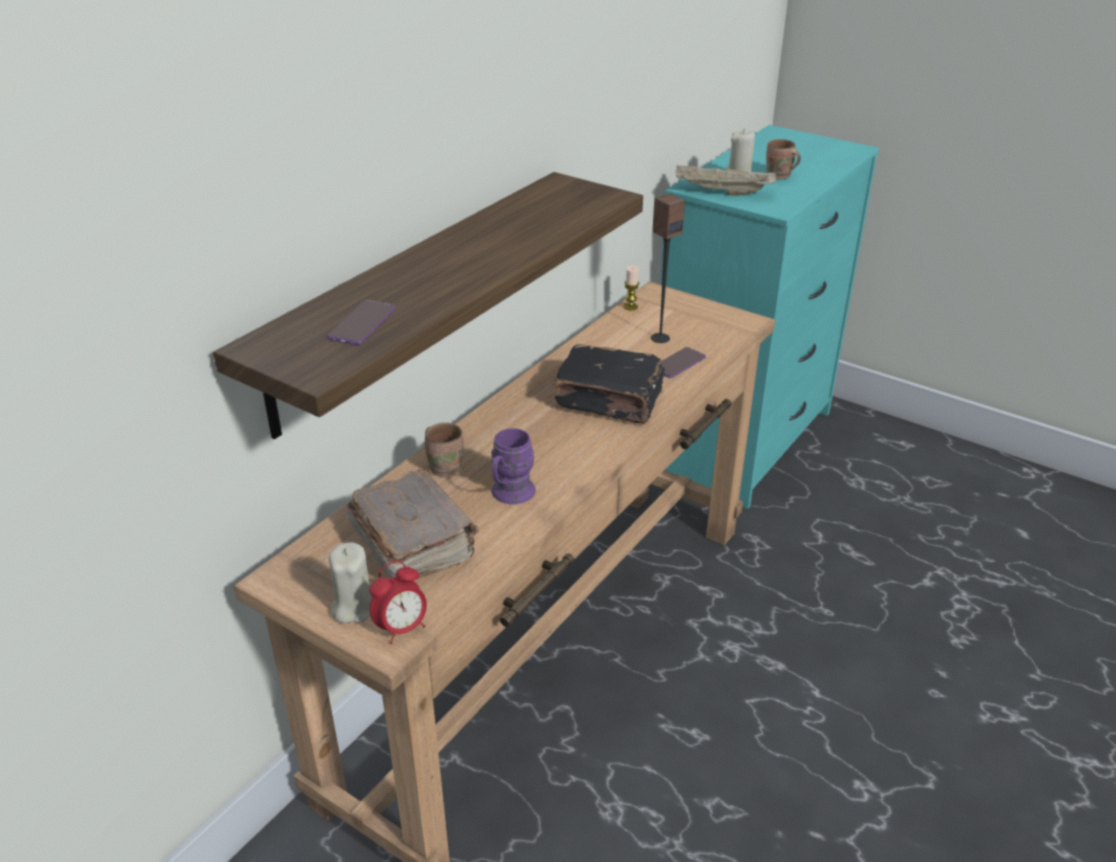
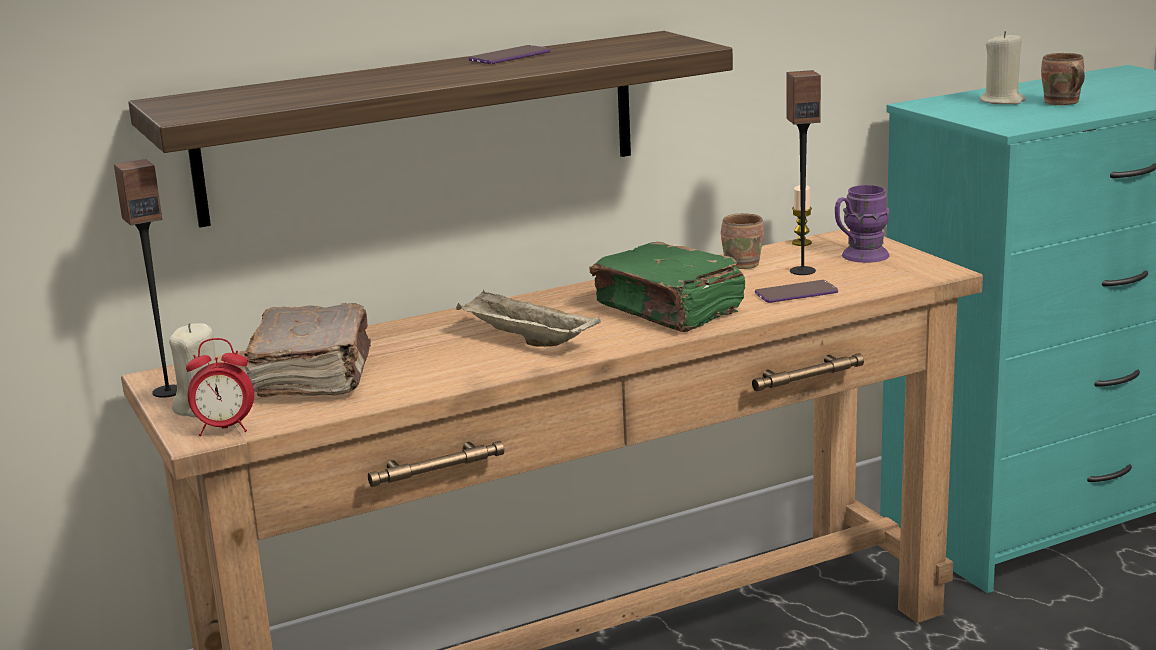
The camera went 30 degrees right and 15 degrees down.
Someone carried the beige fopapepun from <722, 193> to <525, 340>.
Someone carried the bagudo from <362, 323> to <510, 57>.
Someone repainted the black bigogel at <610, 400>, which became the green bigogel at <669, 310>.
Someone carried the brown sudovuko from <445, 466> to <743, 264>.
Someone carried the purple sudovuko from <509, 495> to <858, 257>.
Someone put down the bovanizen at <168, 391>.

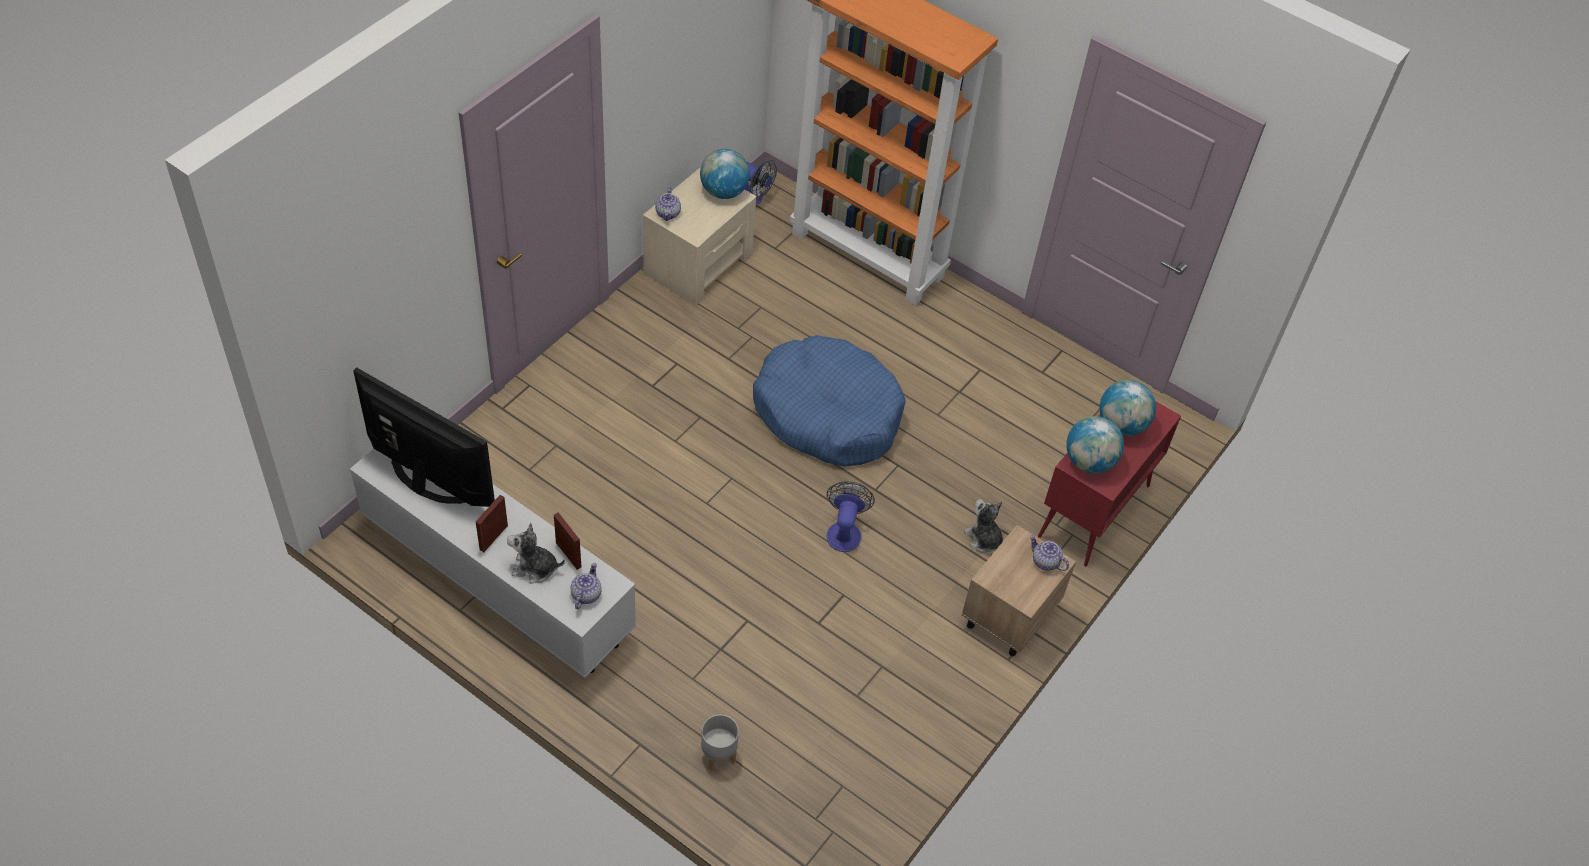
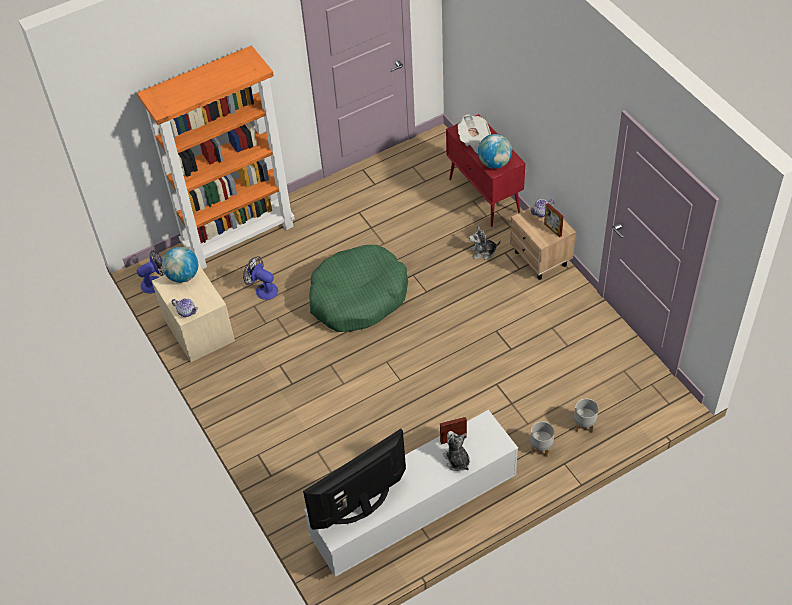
The camera went 60 degrees left and 0 degrees up.
Someone repainted the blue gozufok at <827, 413>, which became the green gozufok at <358, 297>.
Someone swapped the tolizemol at <1121, 425> for the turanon at <475, 141>.
Someone carried the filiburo from <844, 531> to <263, 289>.
Someone carried the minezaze from <493, 537> to <553, 229>.
Someone rotated the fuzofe at <535, 568> by 120 degrees clockwise.
Someone took away the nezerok at <586, 594>.
Someone put down the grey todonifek at <541, 448>.

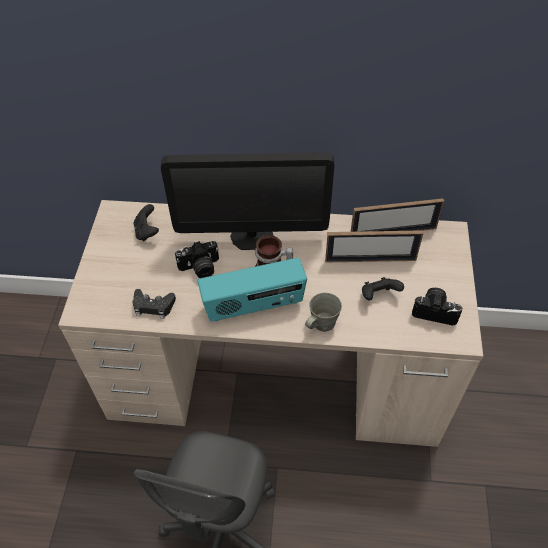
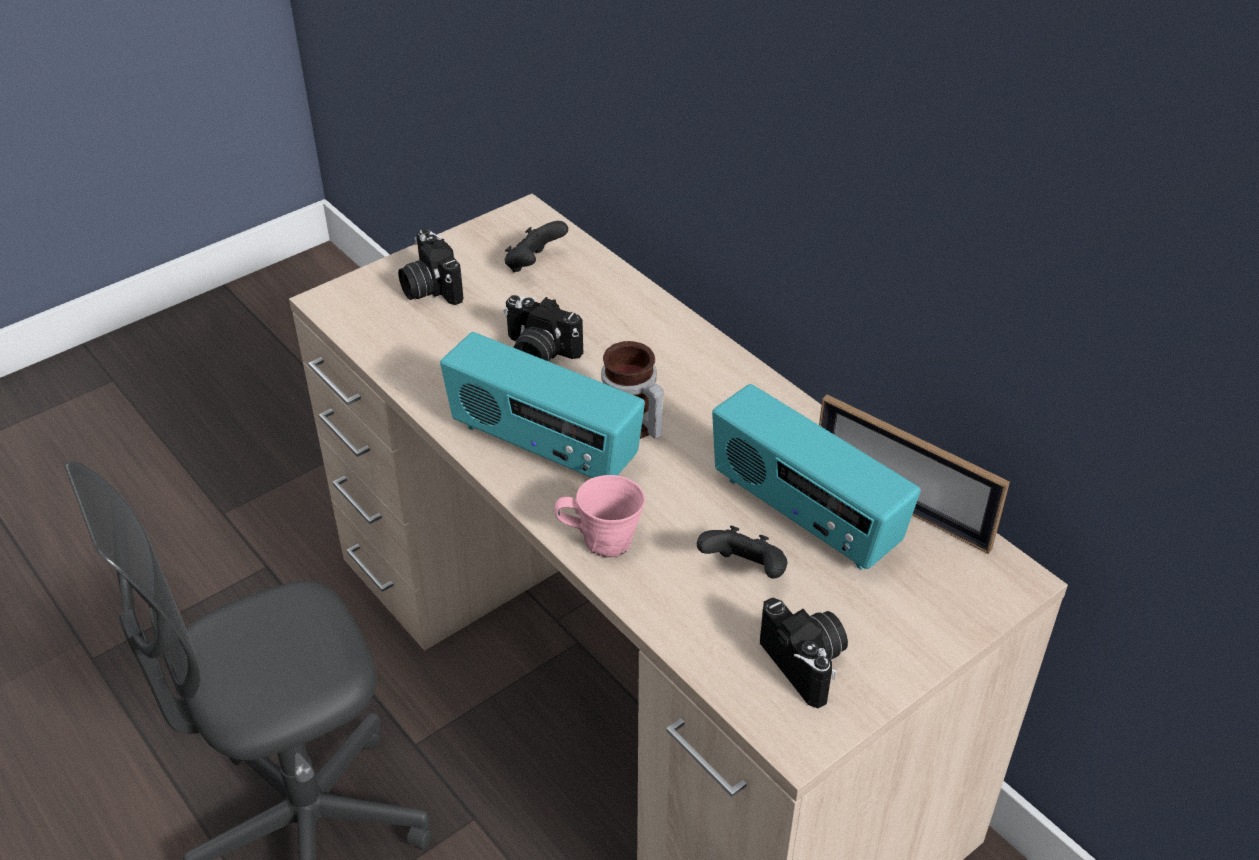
The camera went 45 degrees right and 10 degrees down.
Someone took away the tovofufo at <252, 236>.
Someone swapped the minezaze at <370, 260> for the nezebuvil at <803, 515>.
Someone took away the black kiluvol at <153, 306>.
Someone repainted the grey sudovuko at <322, 323>, which became the pink sudovuko at <604, 540>.
Someone put down the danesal at <429, 288>.

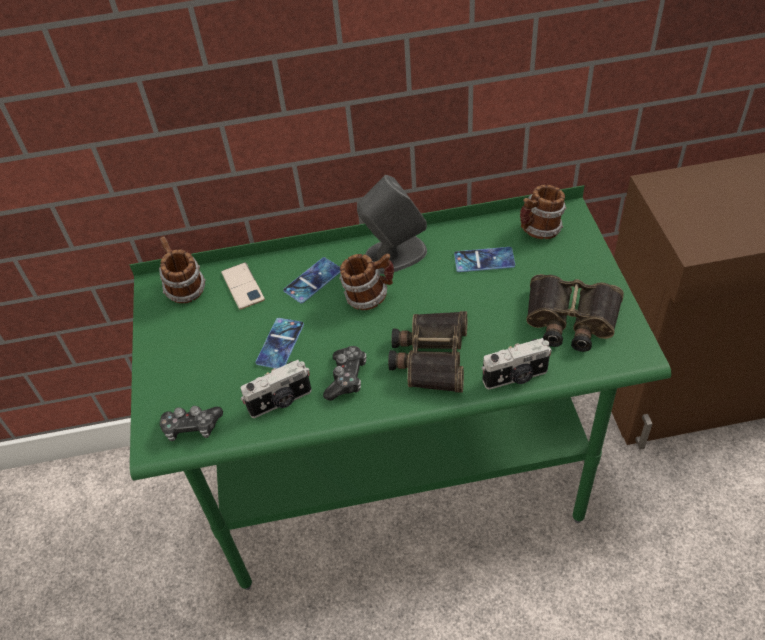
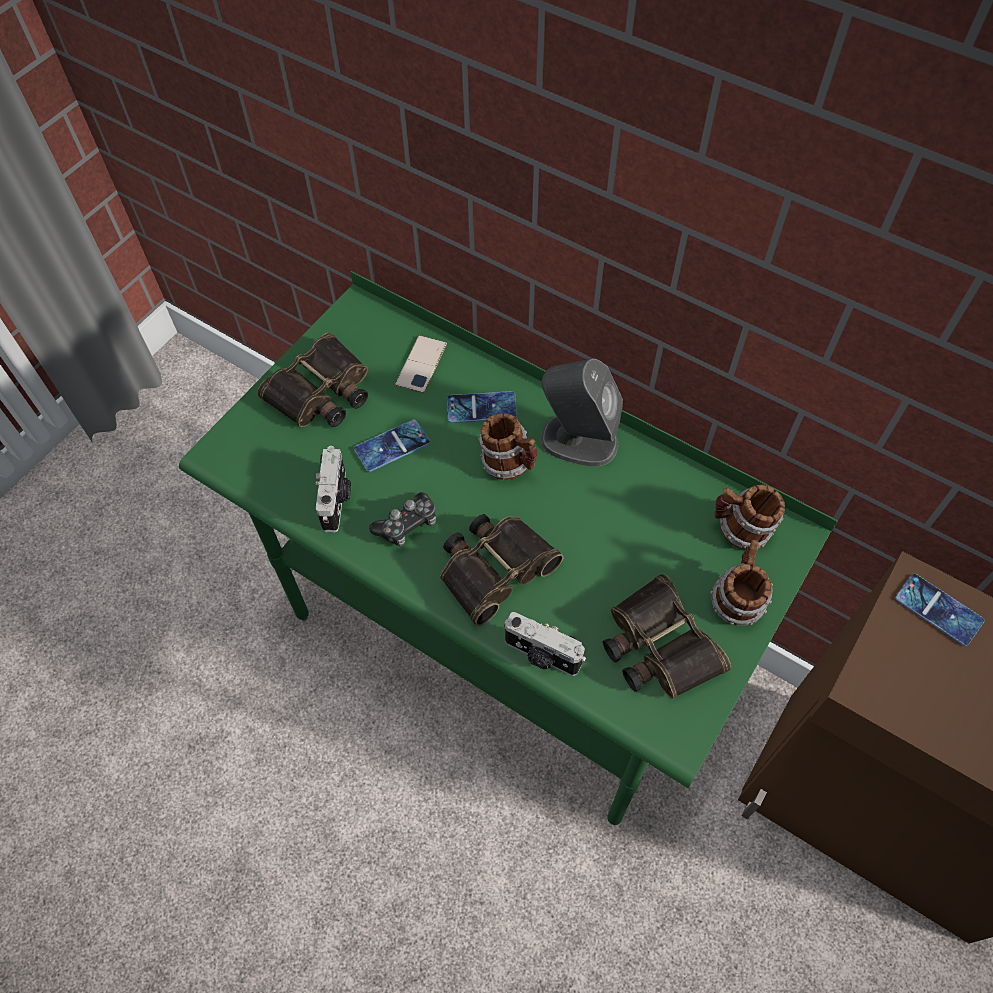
The camera went 40 degrees right and 10 degrees up.
Someone carried the sudovuko from <184, 289> to <736, 600>.
Someone carried the bagudo from <484, 260> to <938, 609>.
Someone rotated the danesal at <281, 402> by 105 degrees counterclockwise.
Someone took away the kiluvol at <192, 427>.
Someone put down the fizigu at <322, 393>.

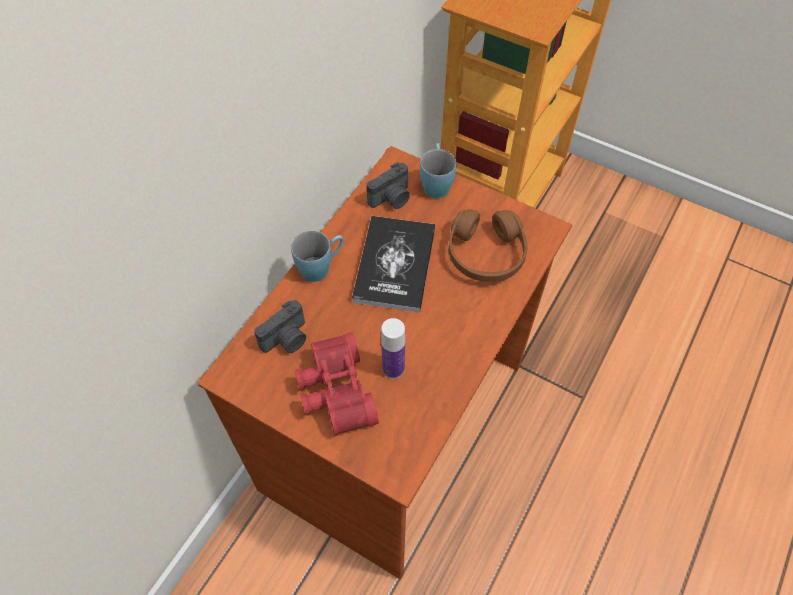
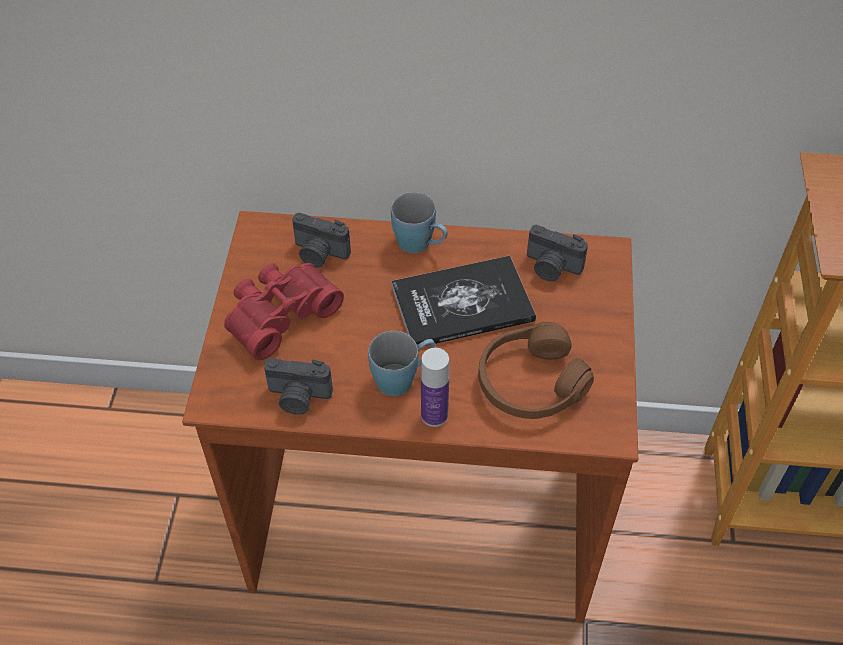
The camera went 65 degrees right and 5 degrees down.
Someone carried the blue sudovuko from <436, 183> to <403, 377>.
Someone carried the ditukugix from <393, 368> to <434, 415>.
Someone put down the danesal at <298, 397>.

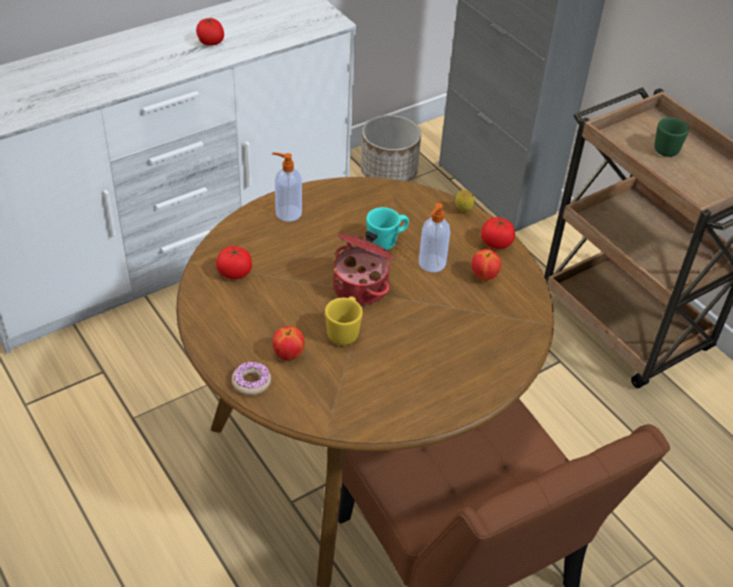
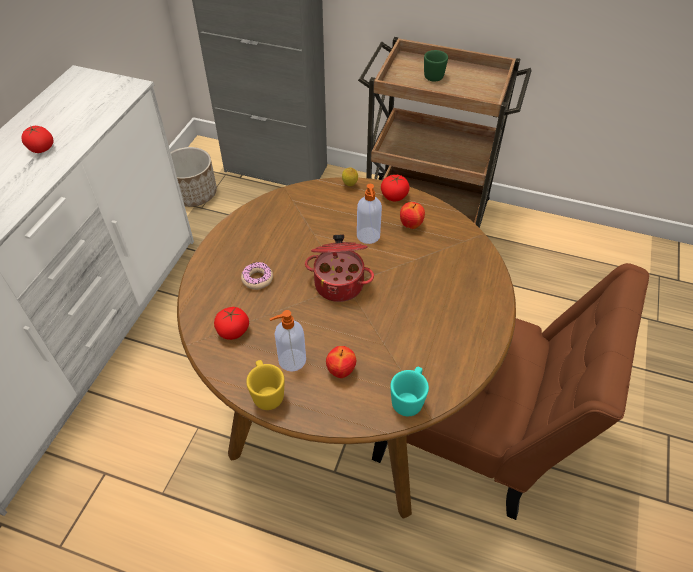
The camera went 35 degrees left and 5 degrees up.
Someone carried the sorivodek from <287, 213> to <291, 360>.
Someone carried the turquoise sudovuko from <386, 241> to <409, 399>.
Someone carried the yellow sudovuko from <344, 331> to <267, 393>.
Someone carried the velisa from <251, 382> to <257, 279>.

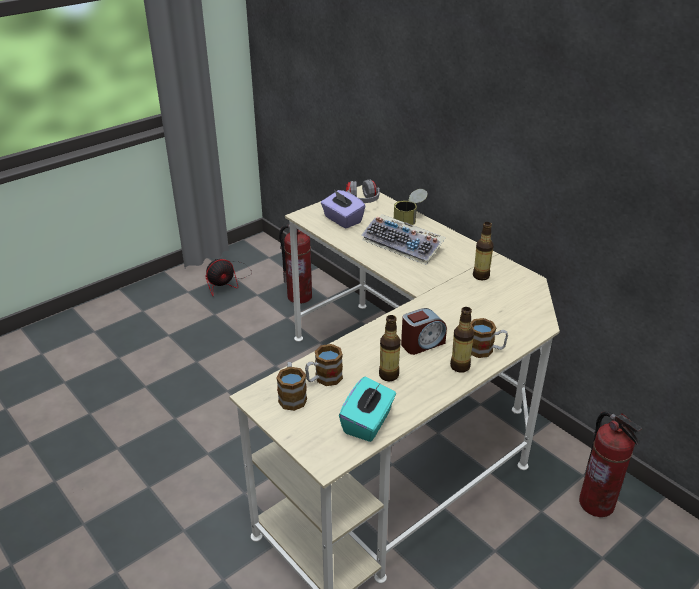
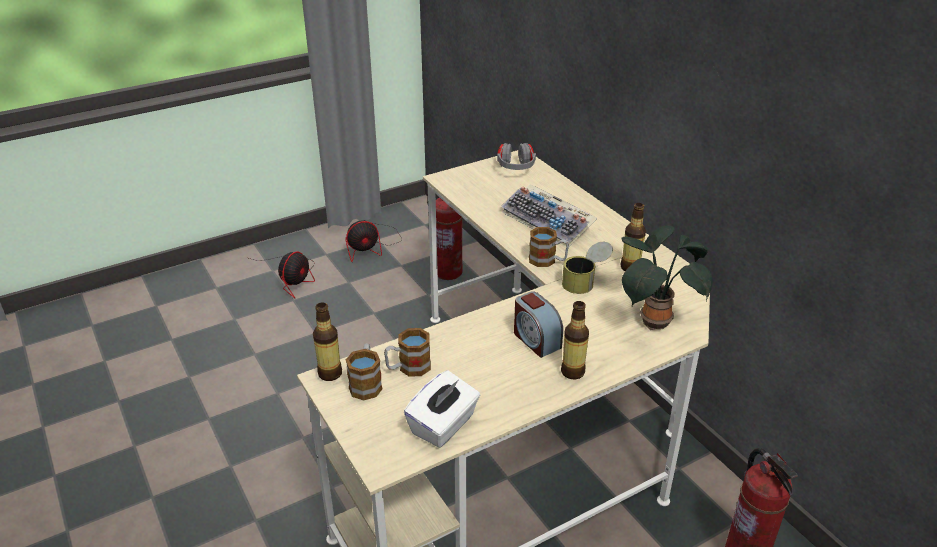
The camera went 10 degrees right and 0 degrees up.
Someone carried the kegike from <409, 219> to <585, 282>.
Someone took away the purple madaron at <342, 220>.
Someone rotated the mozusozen at <422, 343> by 75 degrees clockwise.
Someone carried the ditukugix from <388, 375> to <330, 373>.
Someone carried the sudovuko from <485, 350> to <547, 261>.
Someone repainted the turquoise madaron at <368, 423>, which became the white madaron at <443, 425>.
Someone put down the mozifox at <653, 320>.
Someone put down the filiburo at <293, 278>.

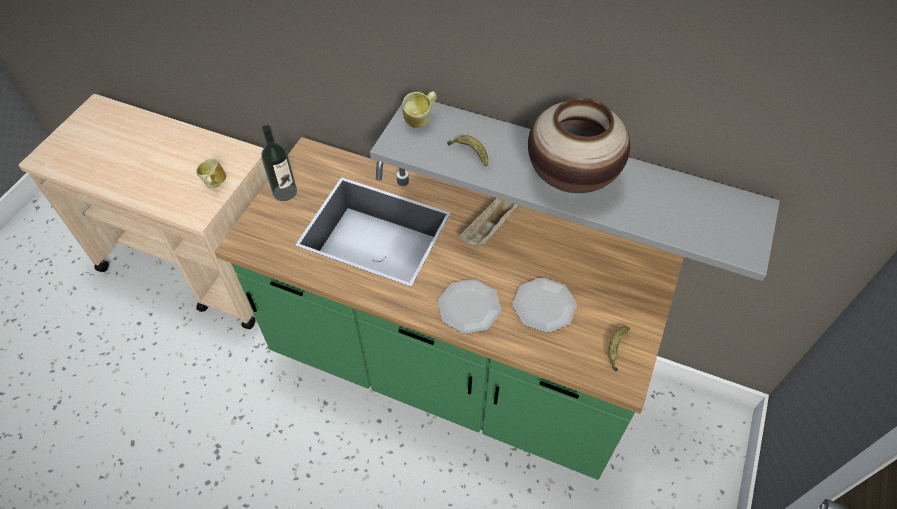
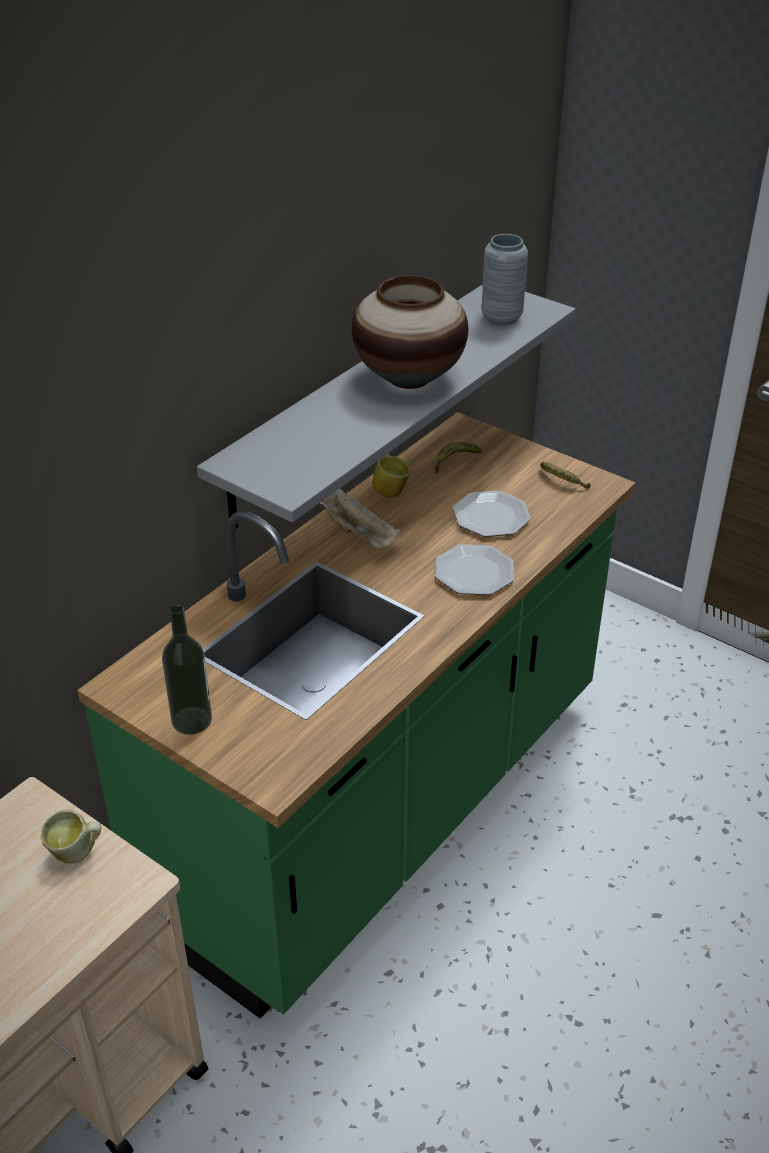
The camera went 75 degrees left and 15 degrees down.
Someone carried the sudovuko from <420, 121> to <390, 489>.
Someone carried the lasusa from <470, 153> to <454, 461>.
Someone put down the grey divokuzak at <501, 318>.

